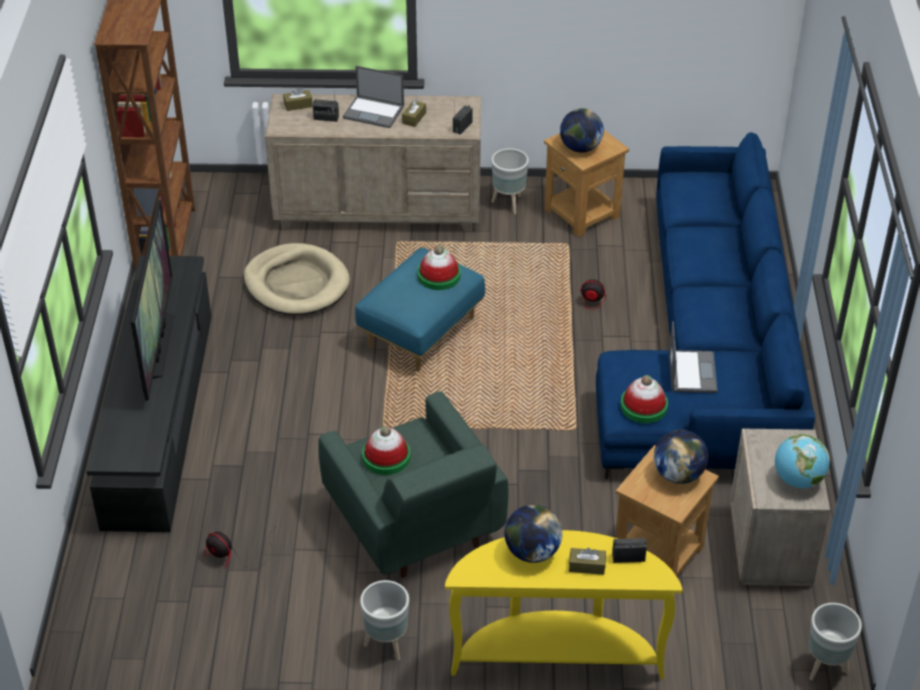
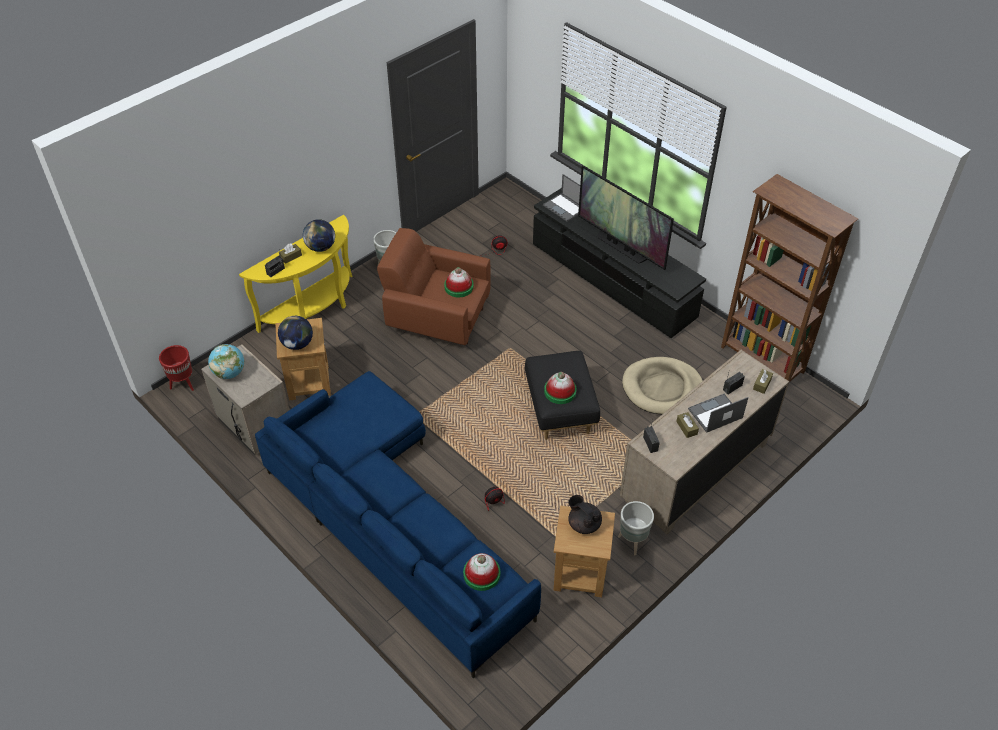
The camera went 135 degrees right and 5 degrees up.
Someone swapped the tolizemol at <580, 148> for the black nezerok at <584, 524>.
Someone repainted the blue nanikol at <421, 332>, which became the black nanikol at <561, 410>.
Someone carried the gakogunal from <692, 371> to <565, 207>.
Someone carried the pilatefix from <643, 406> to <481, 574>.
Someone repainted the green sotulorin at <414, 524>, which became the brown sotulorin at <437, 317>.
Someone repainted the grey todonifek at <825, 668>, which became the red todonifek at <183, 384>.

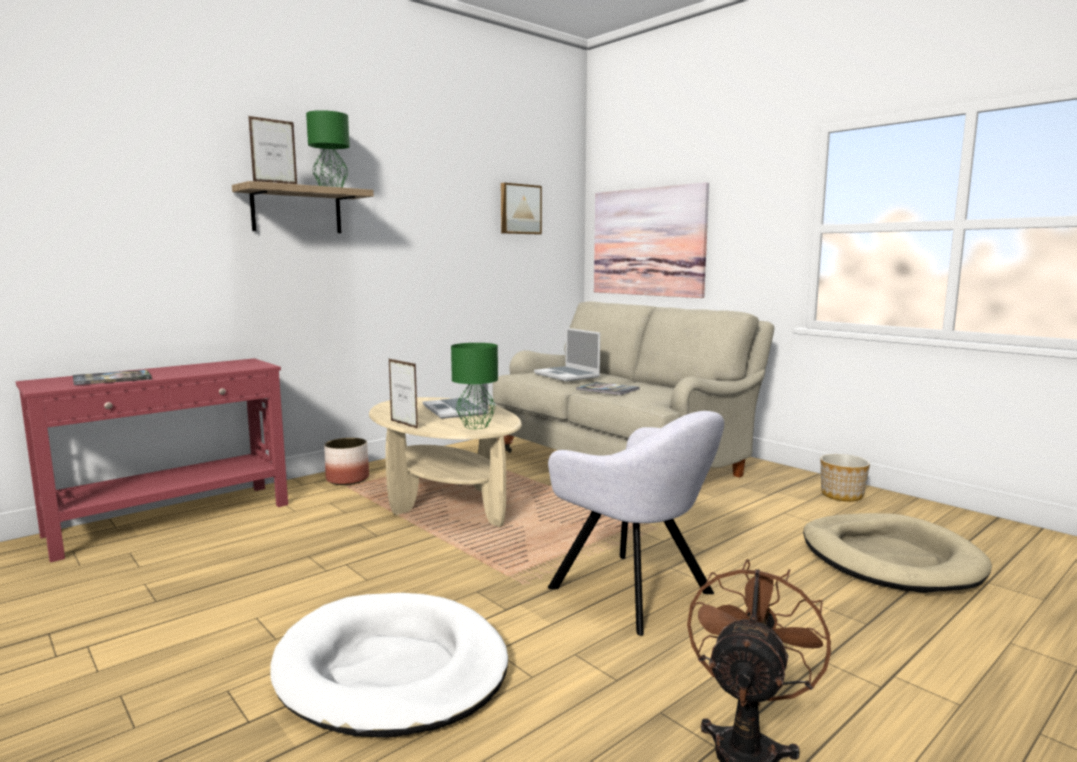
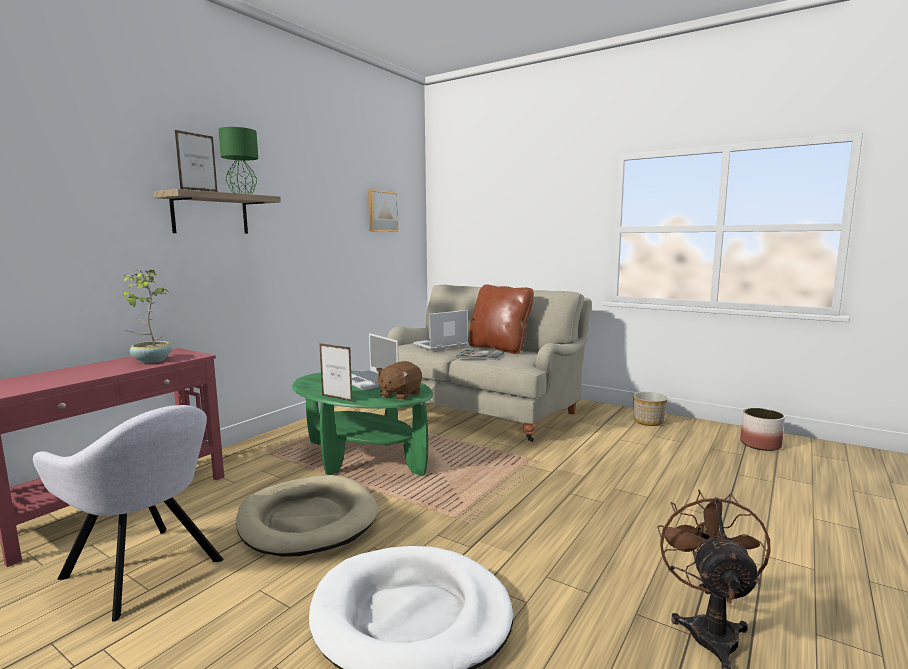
The camera went 15 degrees left and 0 degrees up.
Someone took away the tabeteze at <648, 242>.
Someone rotated the gakogunal at <568, 375> by 105 degrees clockwise.
Someone swapped the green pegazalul at <477, 426> for the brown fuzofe at <399, 395>.
Someone took away the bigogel at <112, 379>.
Someone repainted the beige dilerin at <445, 501>, which became the green dilerin at <363, 458>.
Someone carried the grey sotulorin from <636, 593> to <146, 571>.
Someone carried the todonifek from <348, 479> to <760, 444>.
Someone carried the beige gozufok from <889, 558> to <308, 520>.
Someone put down the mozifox at <151, 361>.
Someone put down the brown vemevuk at <499, 348>.

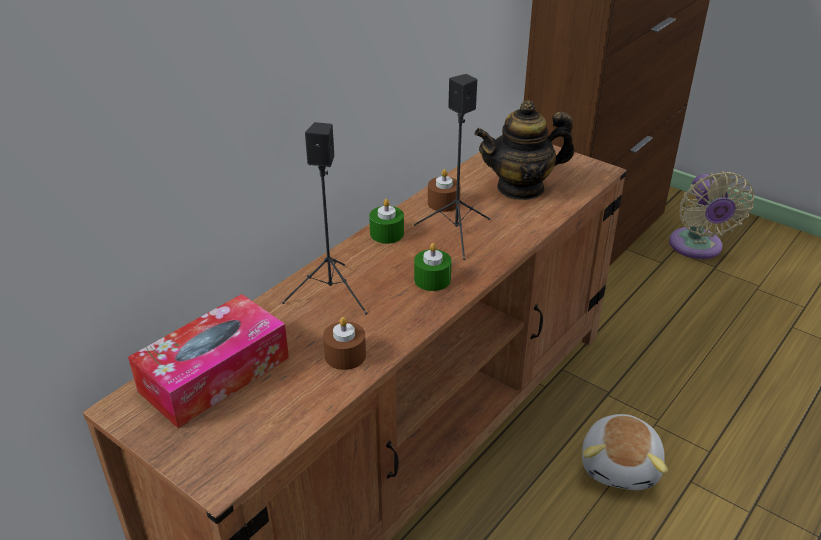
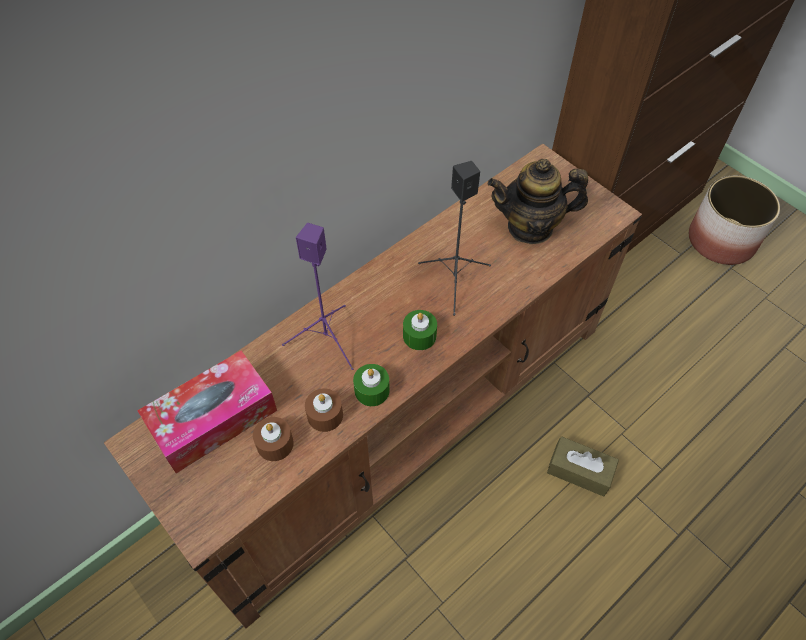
The camera went 10 degrees right and 20 degrees up.
Someone repainted the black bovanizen at <332, 293>, which became the purple bovanizen at <327, 339>.
Someone carried the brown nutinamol from <443, 203> to <275, 444>.
Someone swapped the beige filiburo at <697, 247> for the todonifek at <721, 240>.
Someone carried the green nutinamol from <387, 234> to <372, 390>.
Someone swapped the fuzofe at <621, 466> for the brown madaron at <579, 471>.

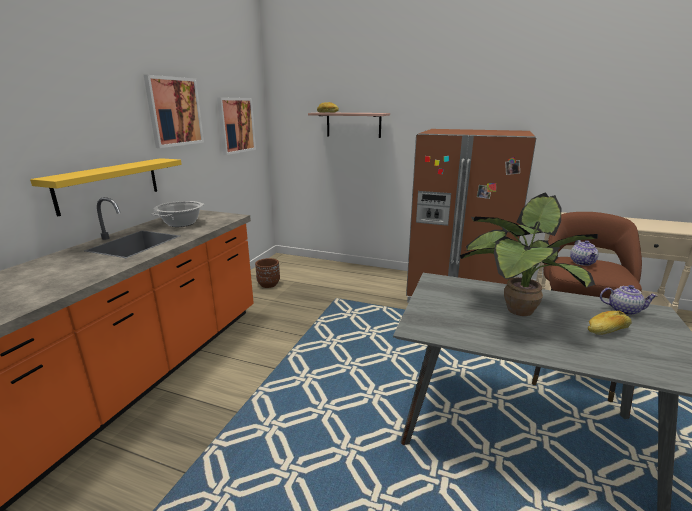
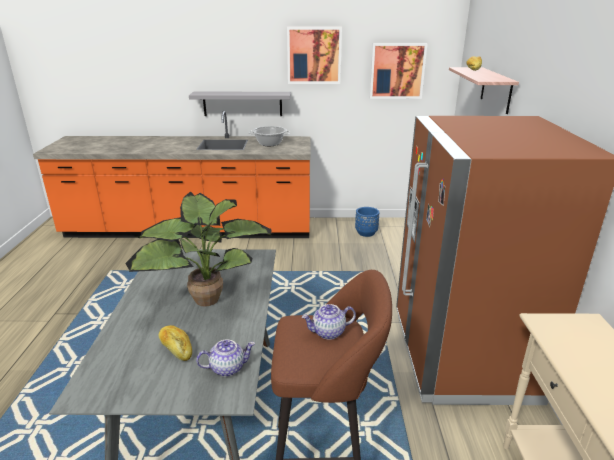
The camera went 70 degrees right and 5 degrees up.
Someone repainted the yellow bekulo at <109, 184>, which became the grey bekulo at <242, 103>.
Someone repainted the brown todonifek at <268, 284>, which became the blue todonifek at <366, 233>.
Someone rotated the nezerok at <624, 310> by 105 degrees counterclockwise.

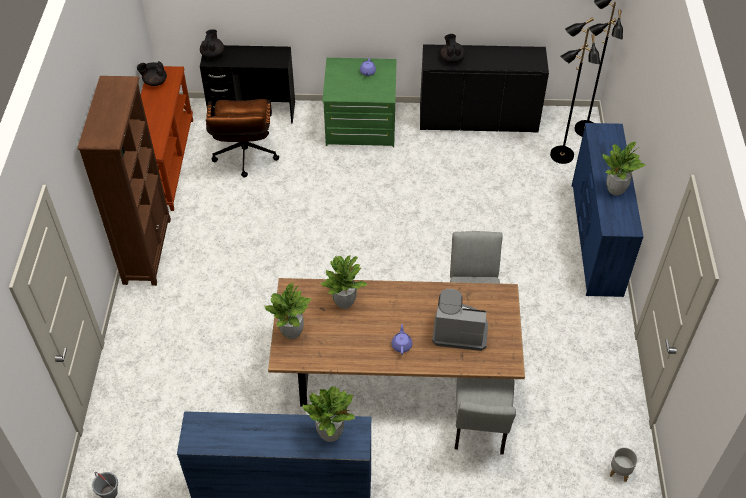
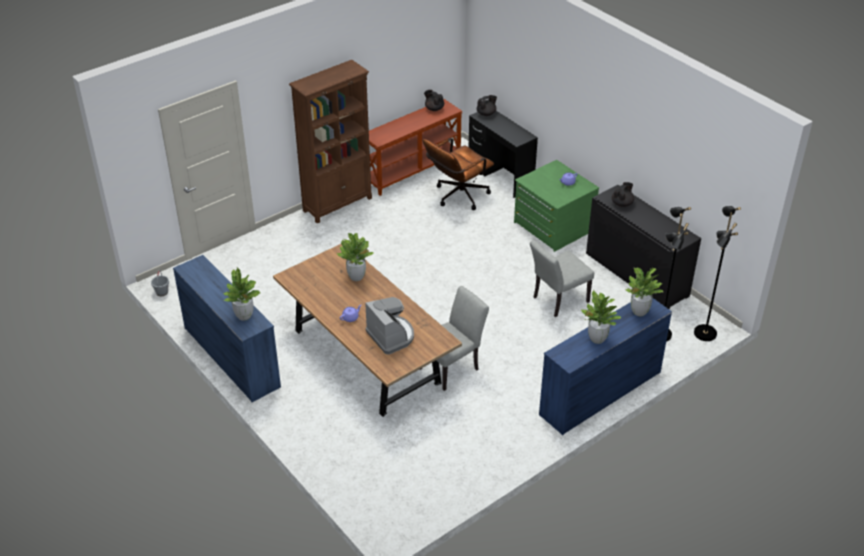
The camera went 50 degrees right and 10 degrees down.
Someone carried the mozifox from <291, 332> to <639, 312>.
Someone carried the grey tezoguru from <479, 432> to <557, 301>.
Someone took away the grey todonifek at <619, 471>.

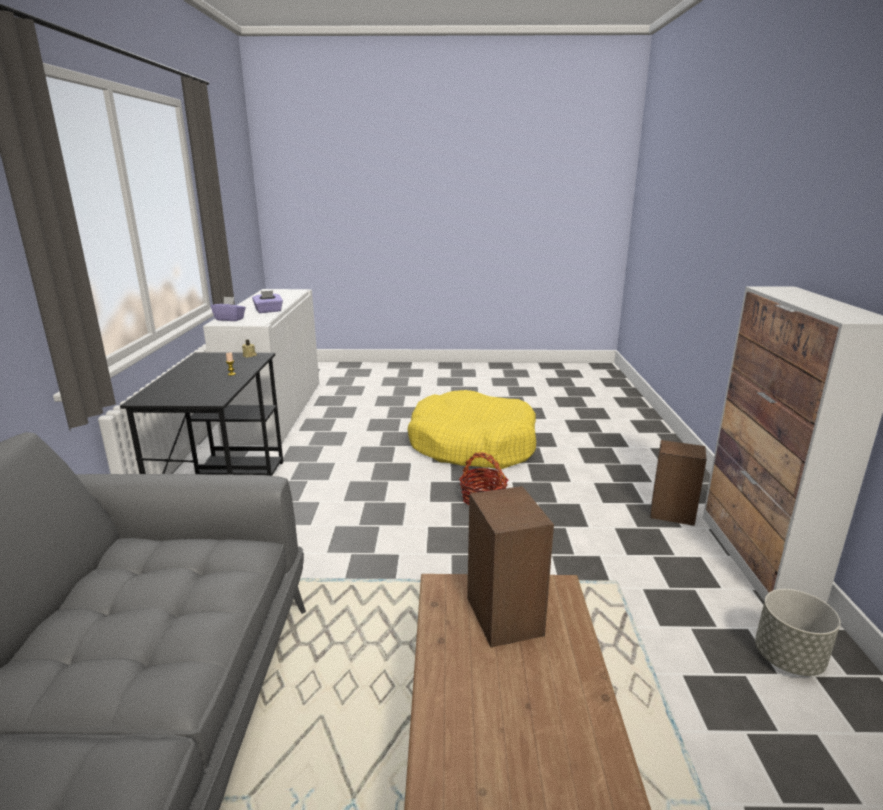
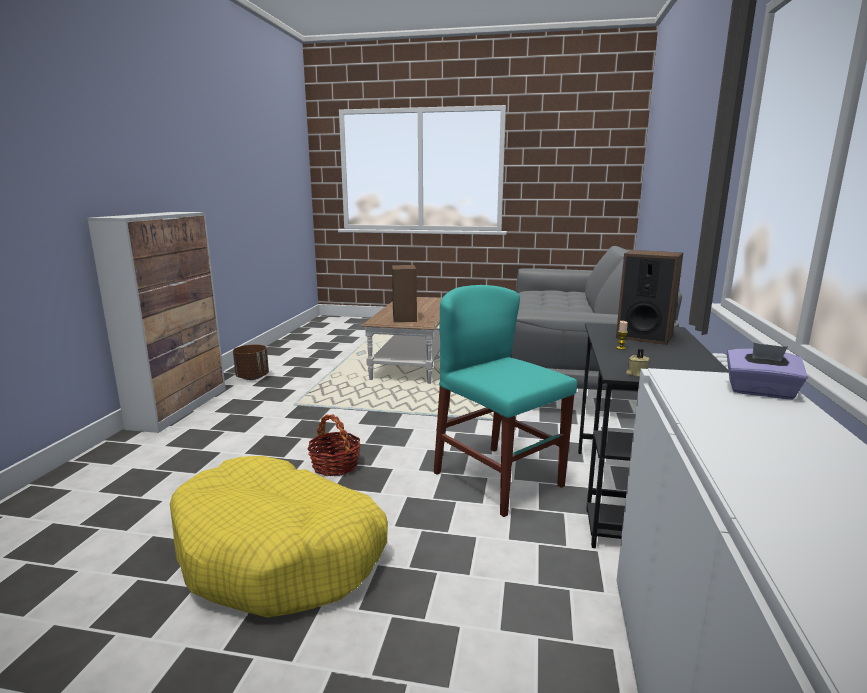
The camera went 170 degrees left and 5 degrees down.
Someone took away the purple madaron at <268, 311>.
Someone carried the bovanizen from <672, 514> to <644, 337>.
Someone repainted the grey todonifek at <789, 659>, which became the brown todonifek at <252, 377>.
Someone put down the turquoise tezoguru at <498, 479>.

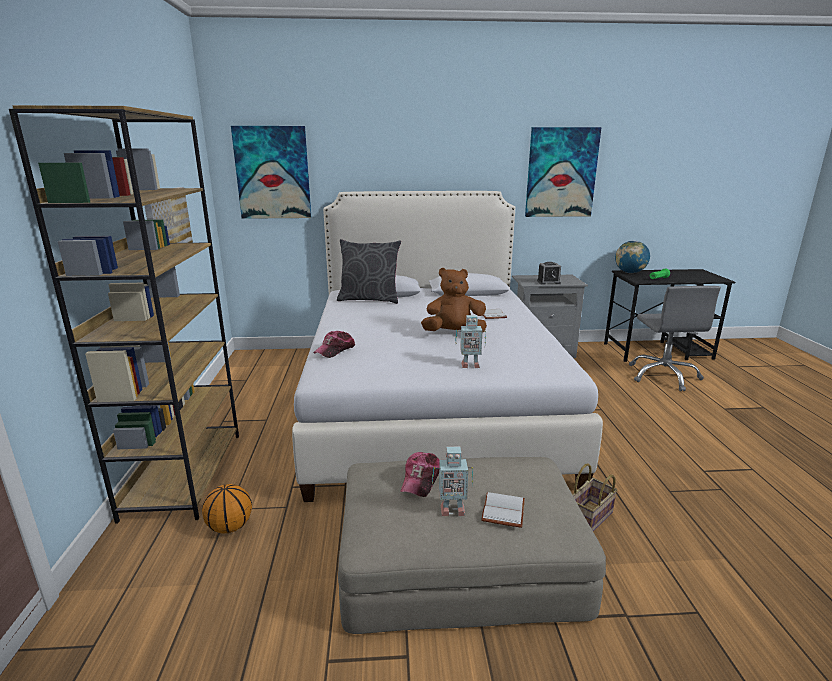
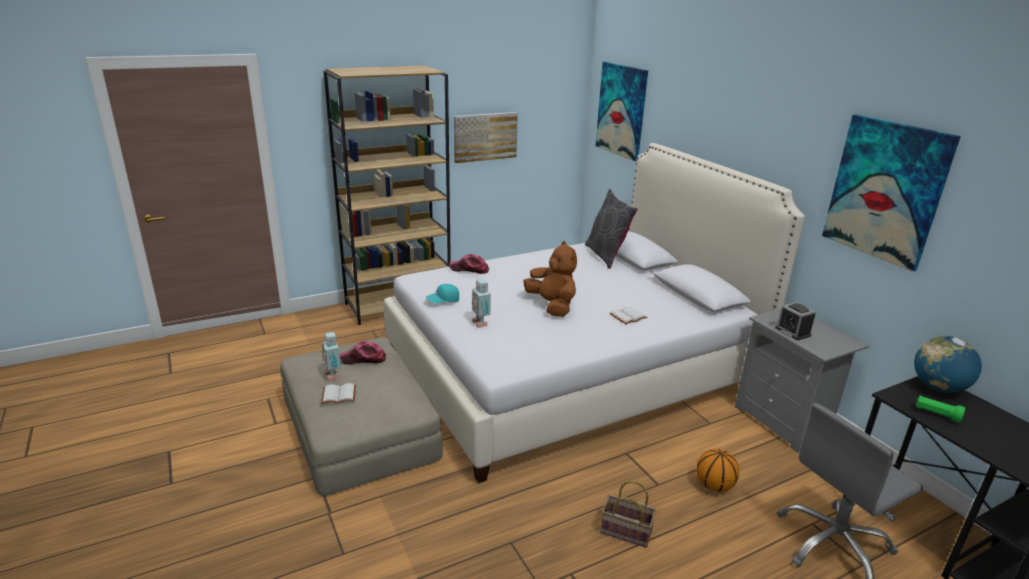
The camera went 65 degrees right and 5 degrees up.
Someone carried the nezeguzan from <589, 518> to <624, 532>.
Someone carried the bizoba from <229, 527> to <714, 485>.
Someone put down the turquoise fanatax at <443, 301>.

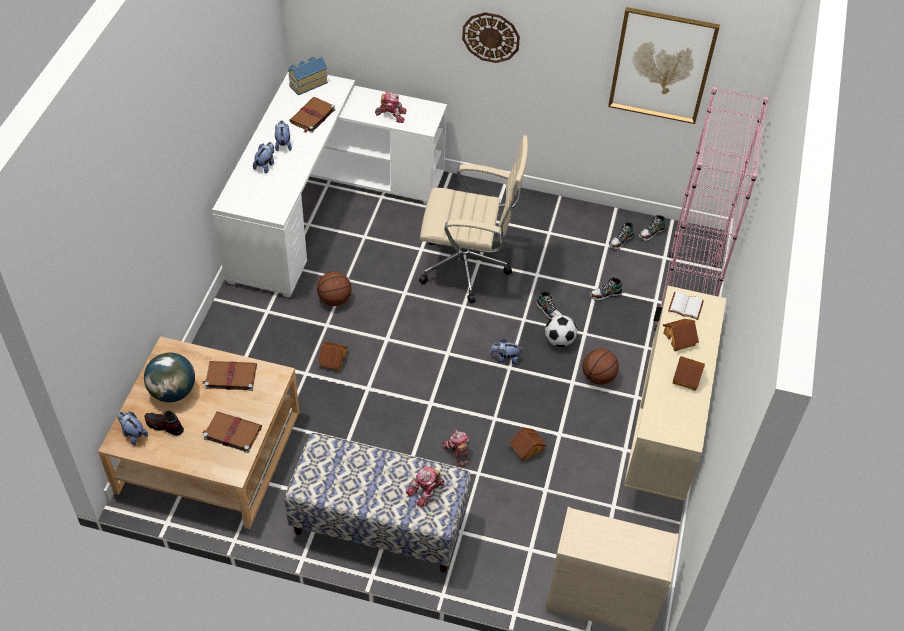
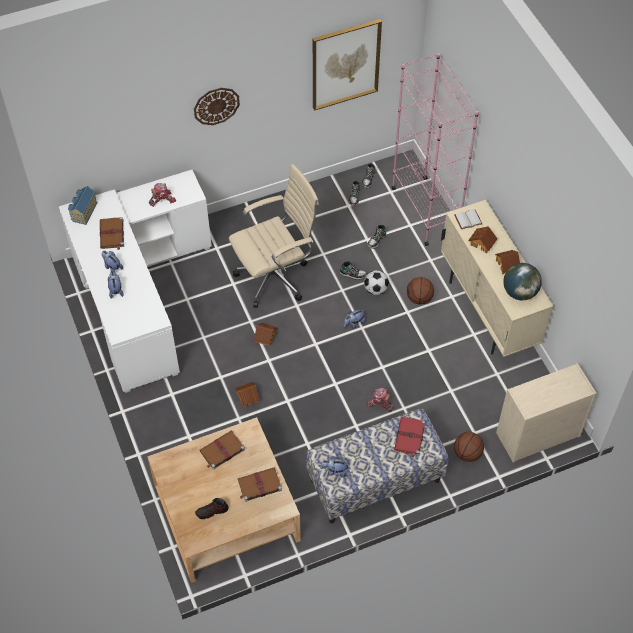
The camera went 35 degrees left and 5 degrees up.
Someone carried the bizoba from <334, 300> to <467, 454>.
Someone carried the tolizemol from <173, 391> to <519, 292>.
Someone carried the fuzofe from <133, 434> to <334, 471>.
Someone carried the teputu from <527, 449> to <266, 337>.
Someone swapped the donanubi at <426, 491> for the red bigogel at <409, 437>.

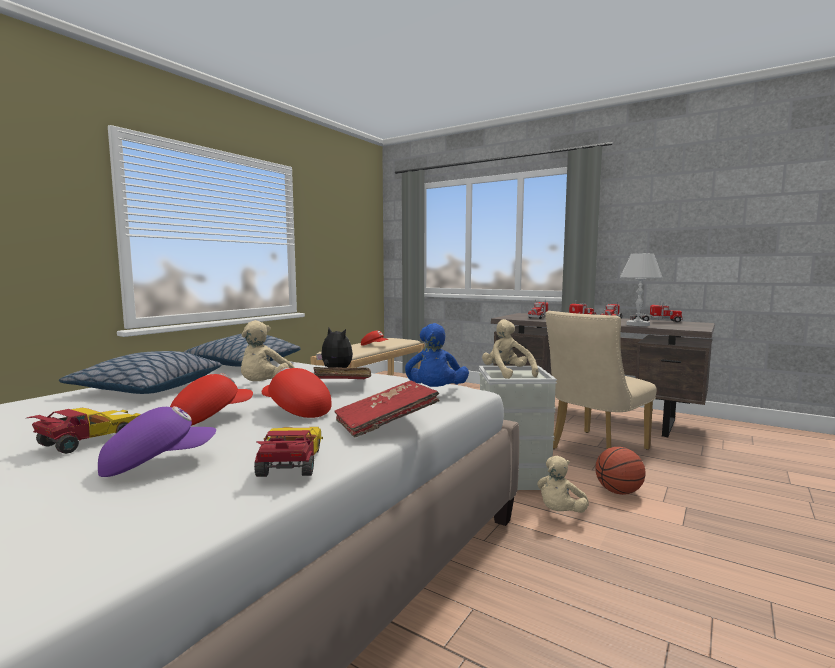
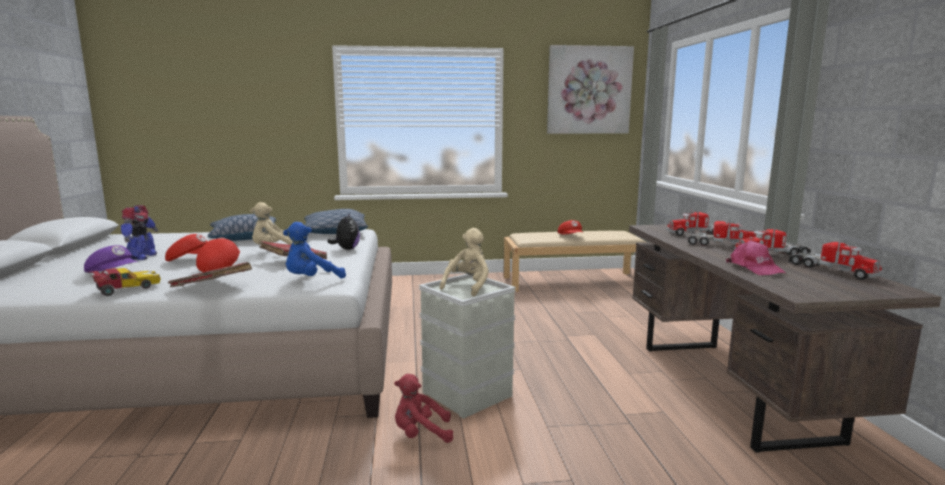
The camera went 50 degrees right and 5 degrees up.
Someone swapped the white pegazalul at <637, 324> for the pink fanatax at <755, 268>.
Someone took away the beige tezoguru at <594, 450>.
Someone swapped the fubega at <88, 440> for the donanubi at <141, 257>.
Someone took away the bizoba at <618, 492>.
Someone repainted the beige fuzofe at <560, 513>, which became the red fuzofe at <420, 434>.
Someone put up the tabeteze at <589, 90>.

